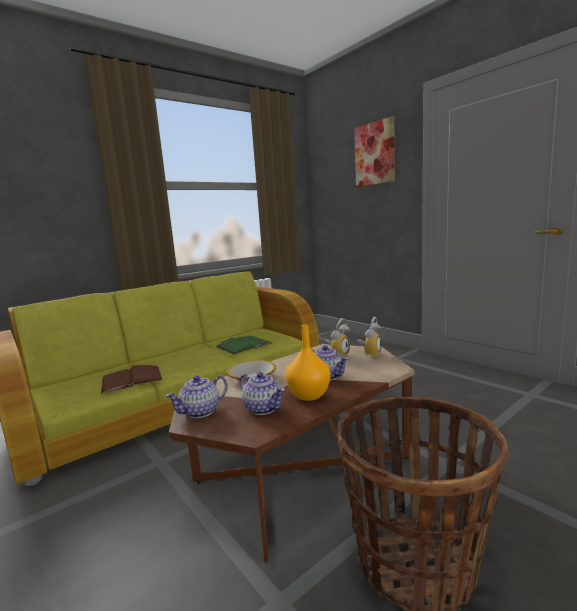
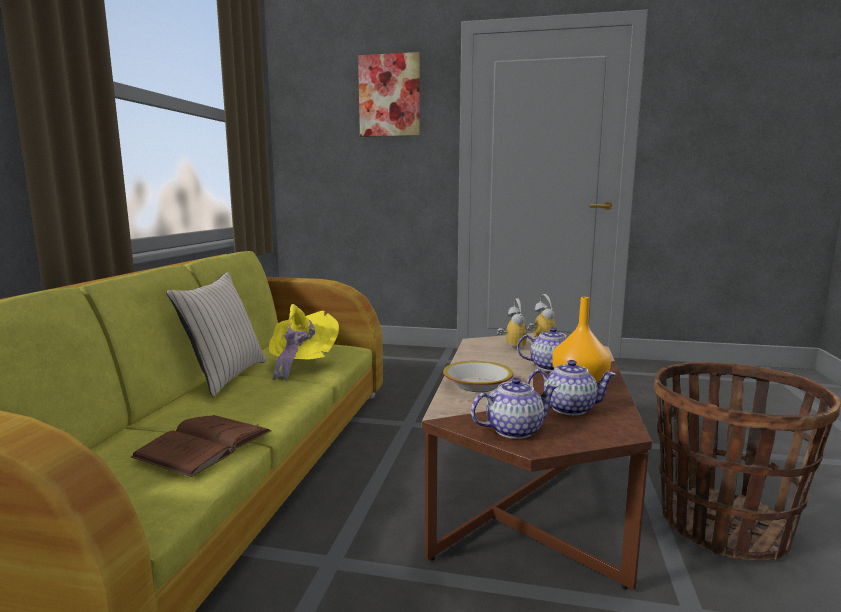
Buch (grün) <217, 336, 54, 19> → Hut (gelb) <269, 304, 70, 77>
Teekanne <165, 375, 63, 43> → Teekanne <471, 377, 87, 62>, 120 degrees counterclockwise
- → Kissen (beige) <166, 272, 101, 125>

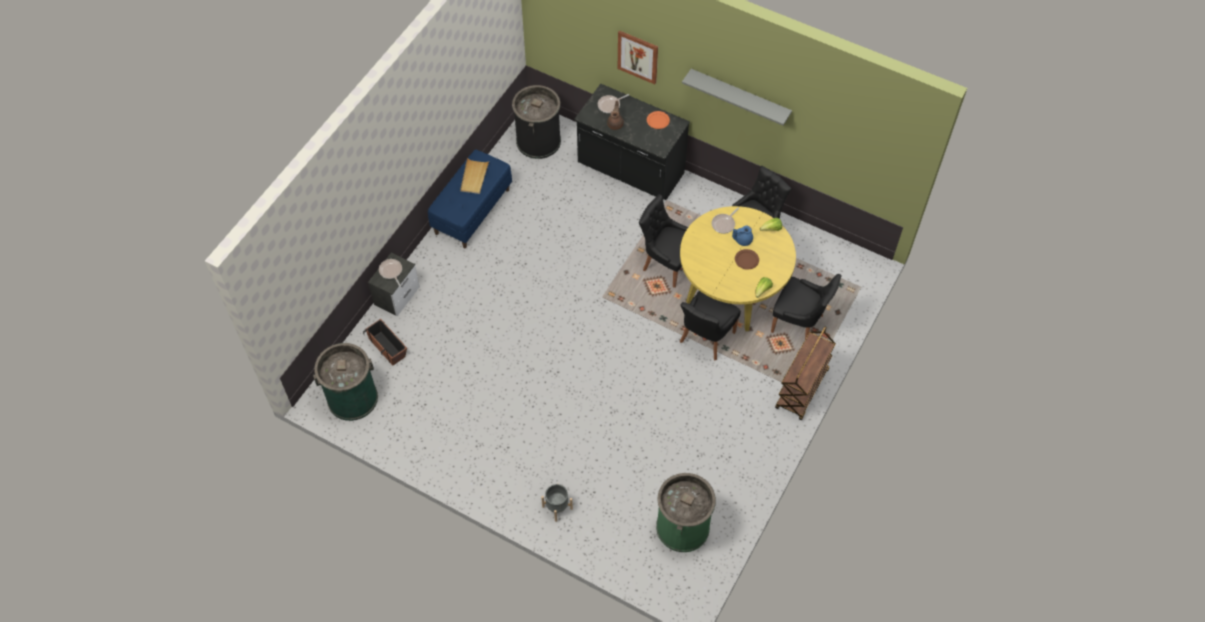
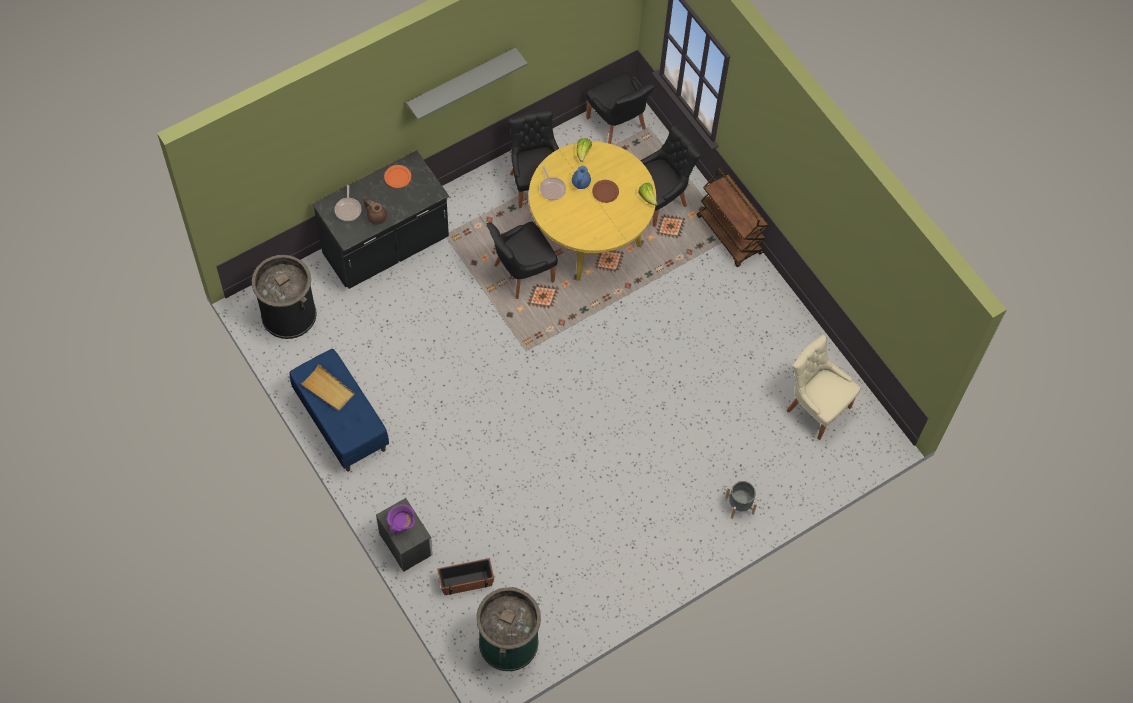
Bild <618, 31, 40, 53> → -
Pfanne <379, 259, 23, 28> → Kochtopf (lila) <387, 504, 28, 31>
Stuhl (schwarz) <680, 291, 61, 69> → Stuhl (schwarz) <586, 72, 69, 72>, relocated
Mülleimer (grün) <656, 473, 60, 79> → Stuhl (beige) <787, 335, 74, 105>

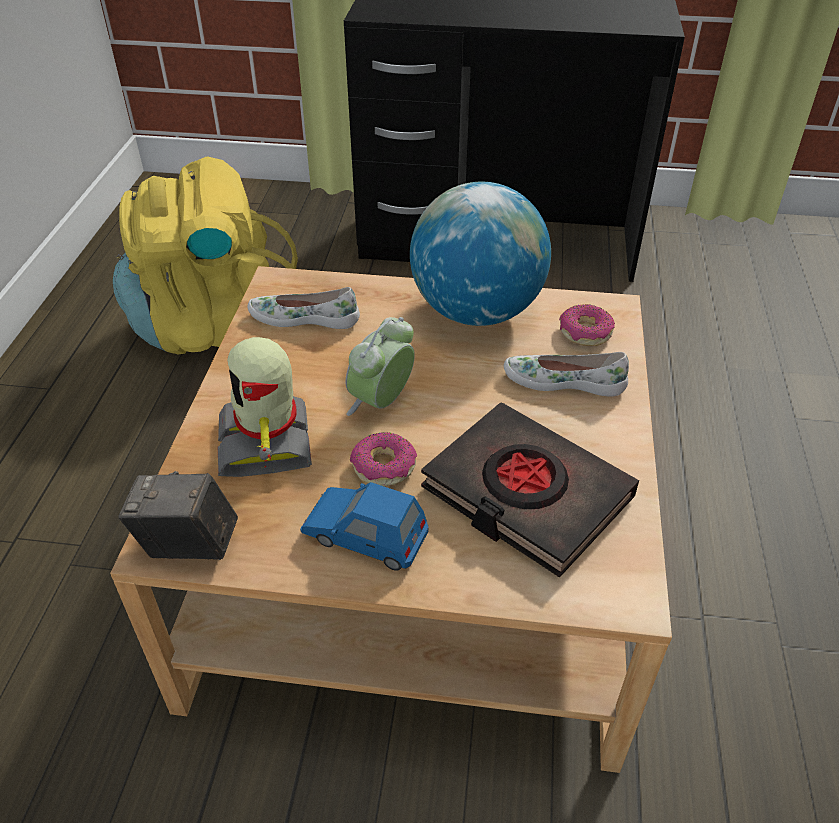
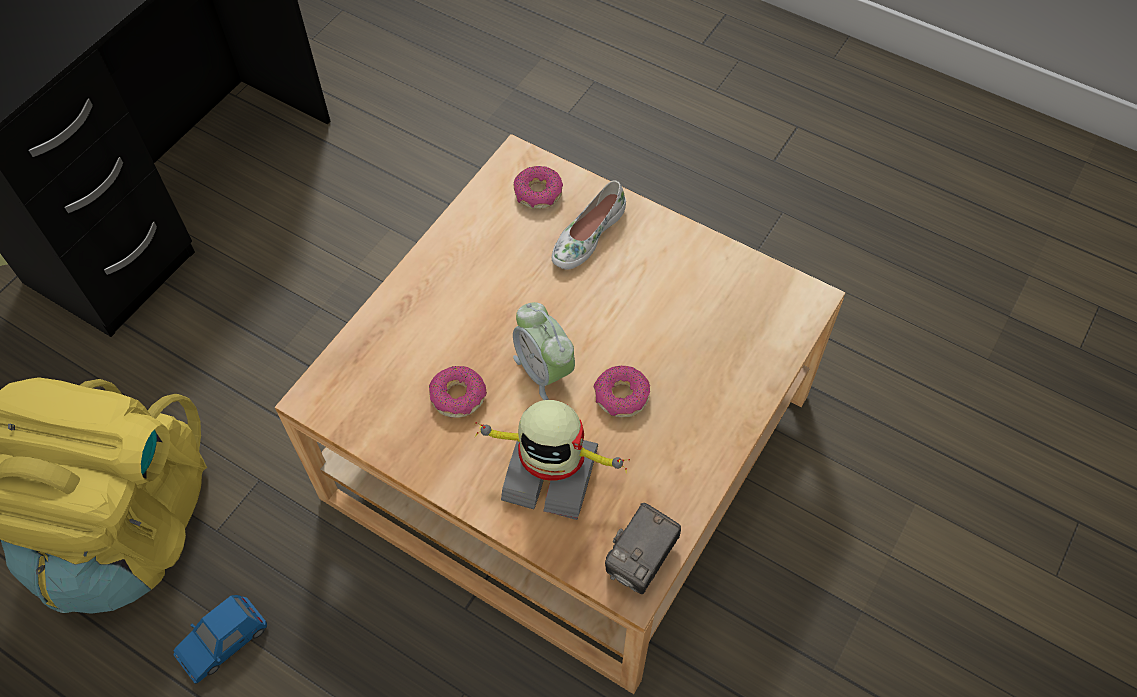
Globus <410, 182, 141, 144> → -
Schuh (weiß) <248, 287, 112, 42> → -
Buch (schwarz) <421, 402, 218, 176> → -
Spielzeugauto (blau) <300, 482, 129, 89> → Spielzeugauto (blau) <173, 595, 94, 89>, relocated
- → Donut <429, 366, 58, 52>

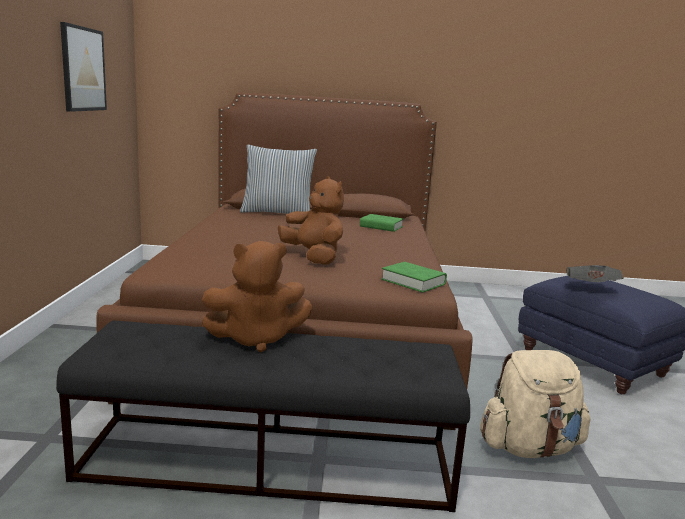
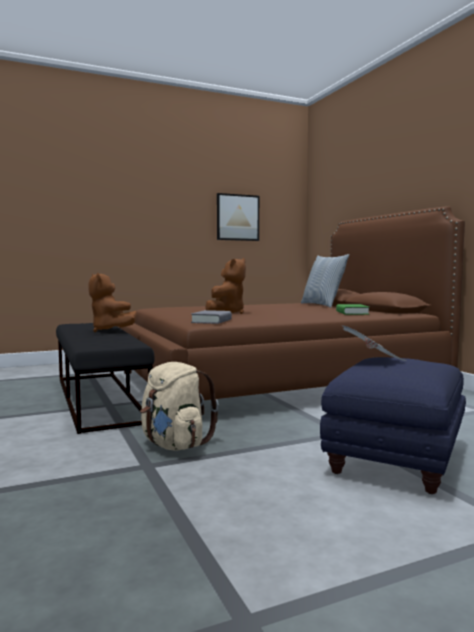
Buch (grün) <381, 262, 66, 31> → Buch (grau) <191, 310, 41, 14>

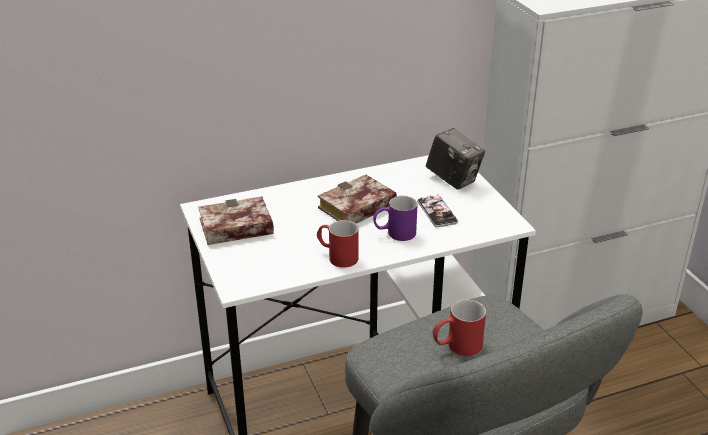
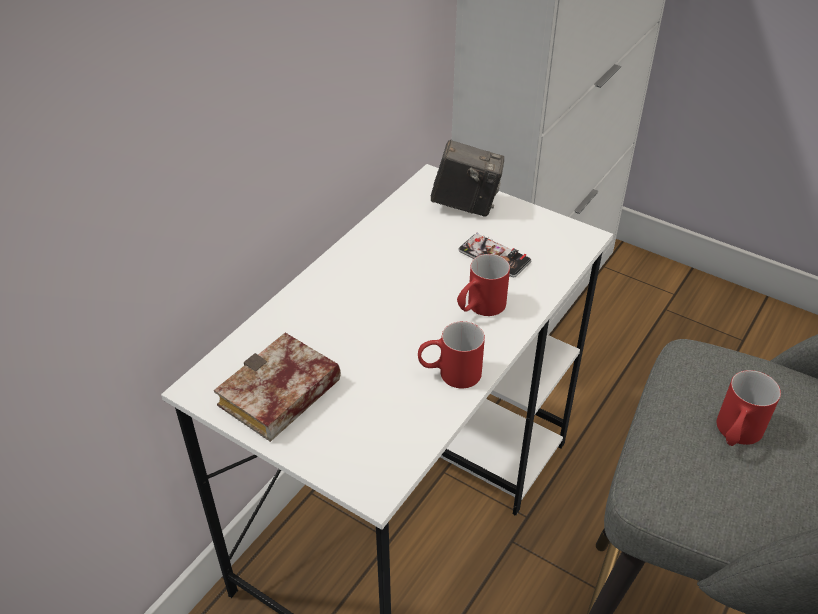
Buch <318, 175, 79, 49> → -
Henkelbecher (lila) <373, 196, 45, 45> → Henkelbecher (rot) <457, 254, 53, 62>

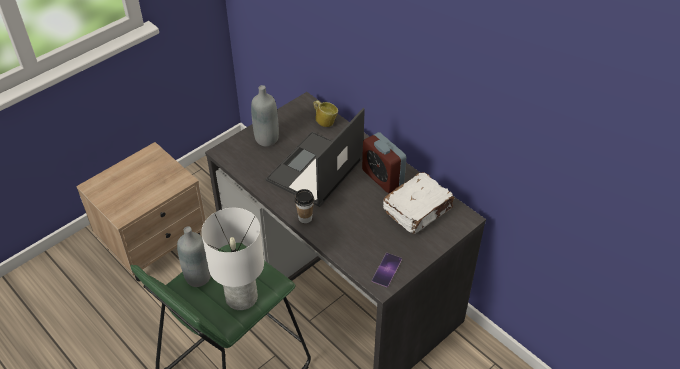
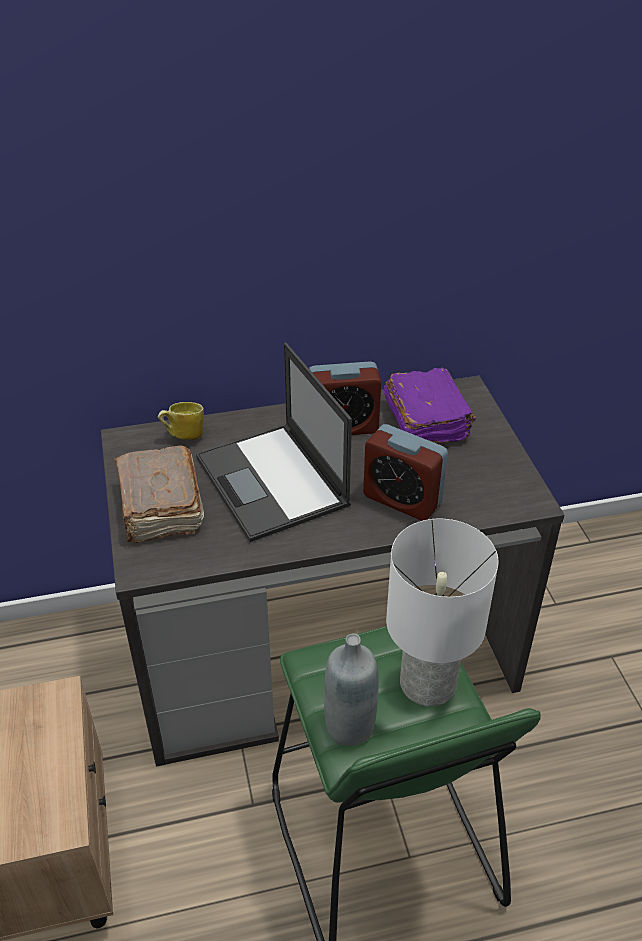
Flasche (grau) <251, 85, 28, 62> → Buch (braun) <114, 445, 90, 98>
Buch (weiß) <383, 172, 71, 62> → Buch (lila) <383, 368, 93, 76>
Tasse <295, 189, 19, 34> → -
Handy <372, 253, 30, 34> → -
- → Wecker <363, 424, 85, 97>

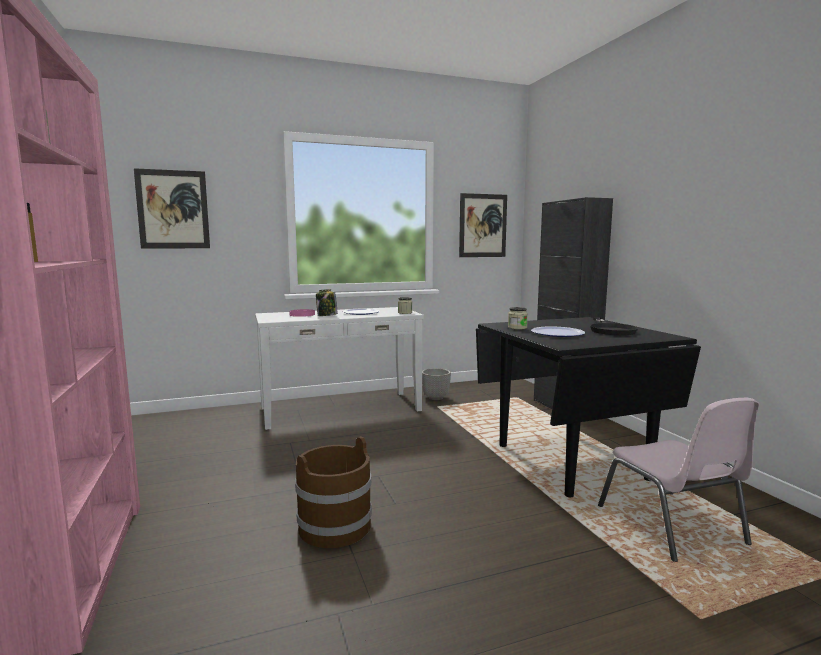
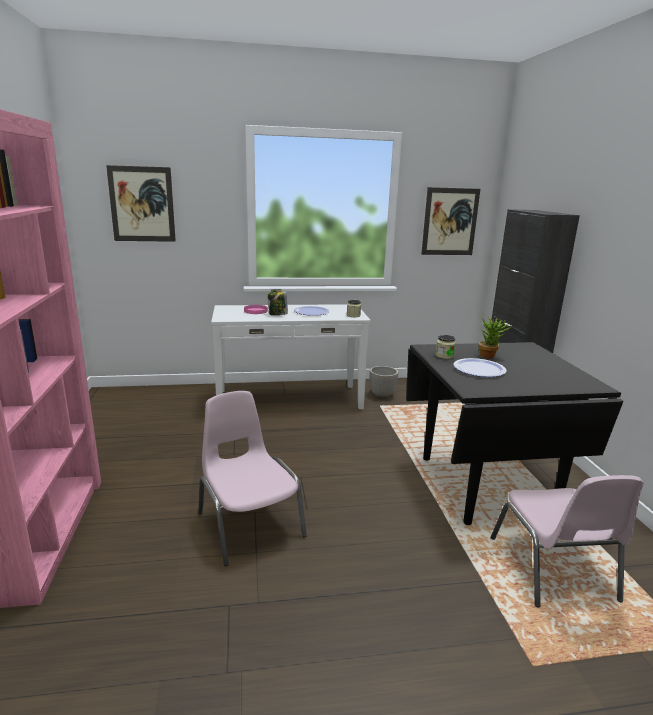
Pfanne (schwarz) <590, 317, 49, 18> → -
Eimer (braun) <295, 436, 77, 112> → Stuhl (rosa) <198, 391, 109, 175>
- → Topfpflanze <478, 316, 33, 43>

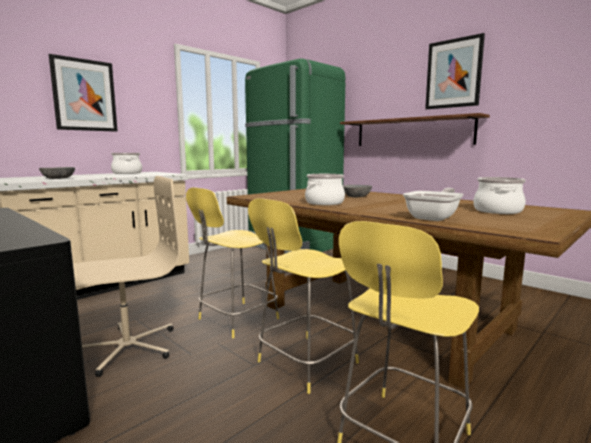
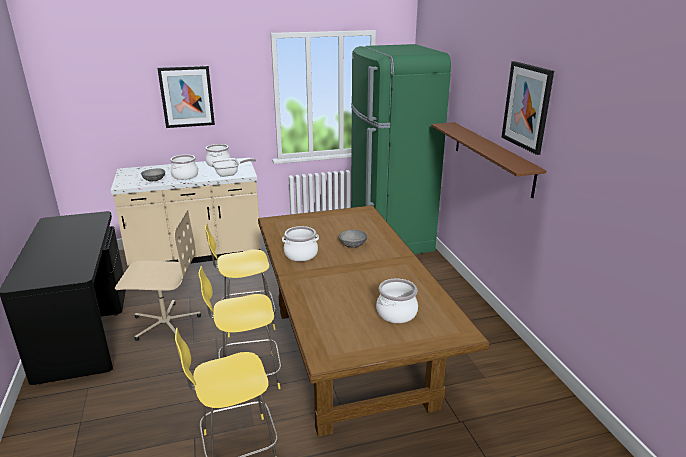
Pfanne <403, 188, 61, 33> → Pfanne <212, 158, 44, 19>, relocated
- → Kochtopf <170, 155, 28, 25>

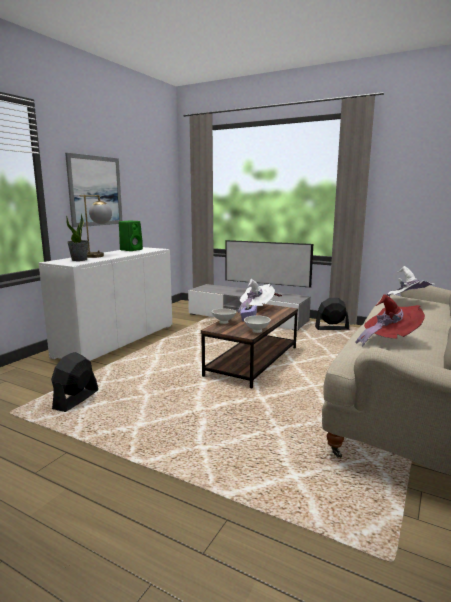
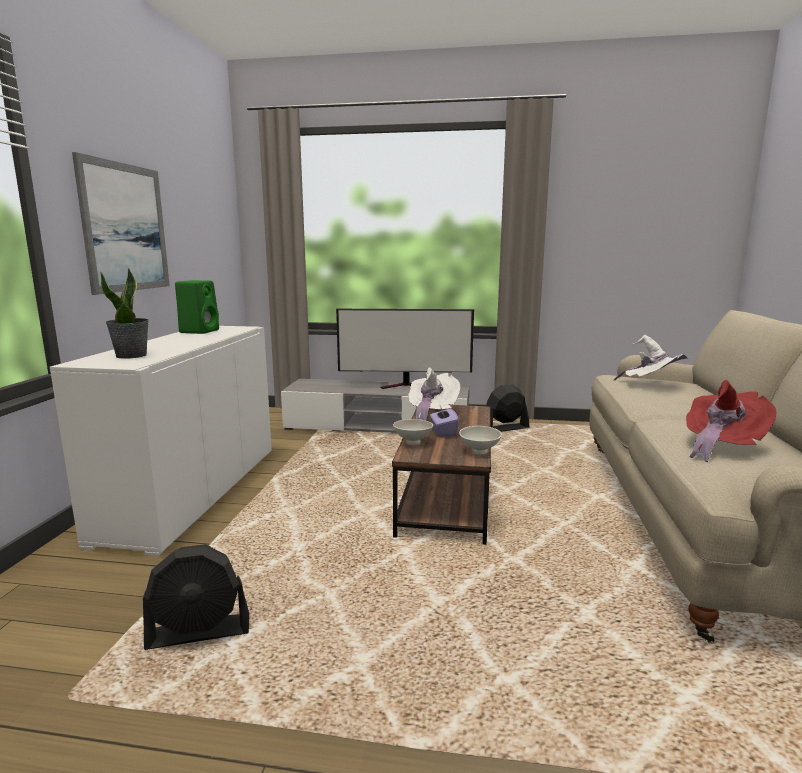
Tischlampe <80, 195, 32, 63> → -
Ventilator (schwarz) <51, 352, 47, 60> → Ventilator (schwarz) <143, 544, 106, 106>, 105 degrees counterclockwise

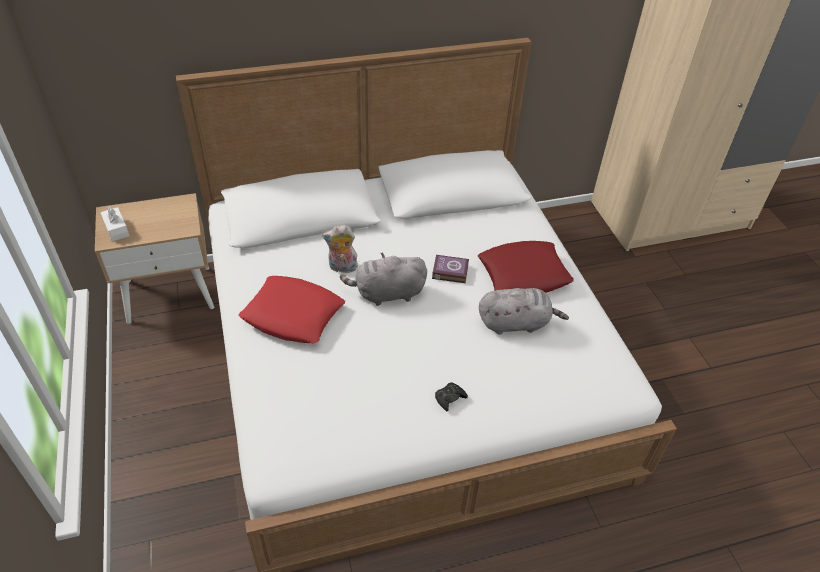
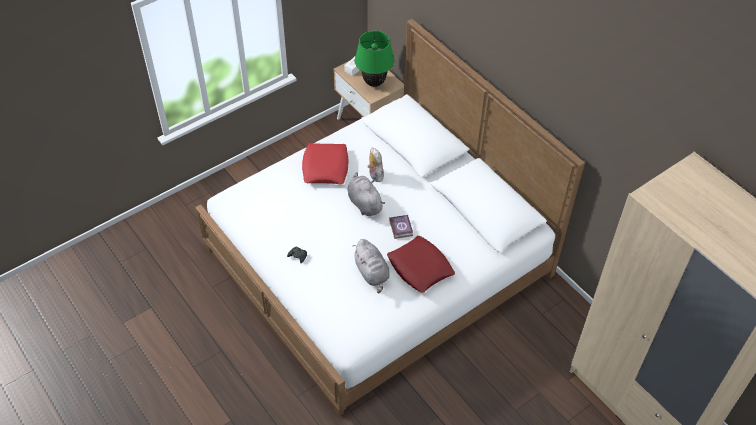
- → Tischlampe (grün) <355, 31, 39, 56>

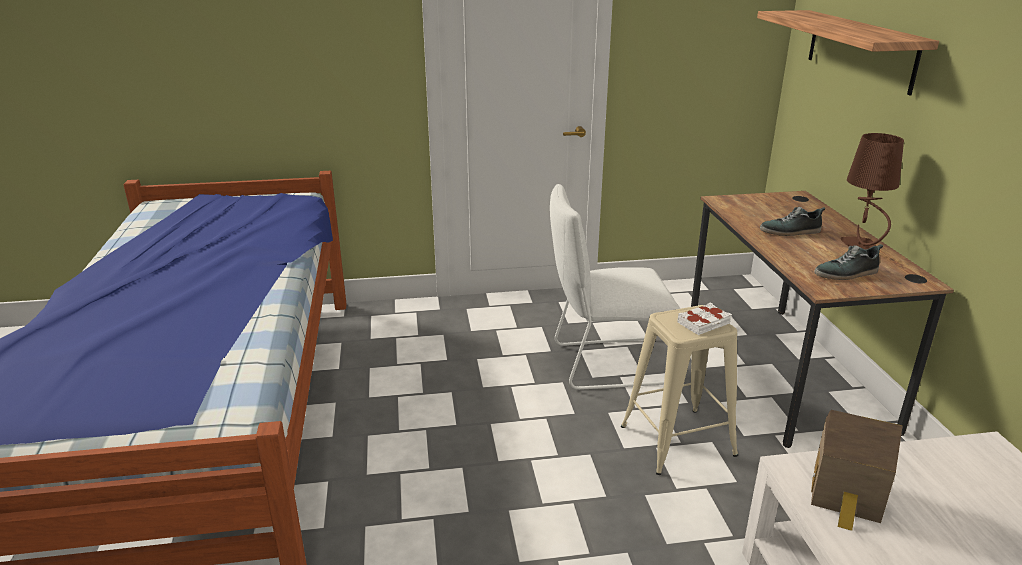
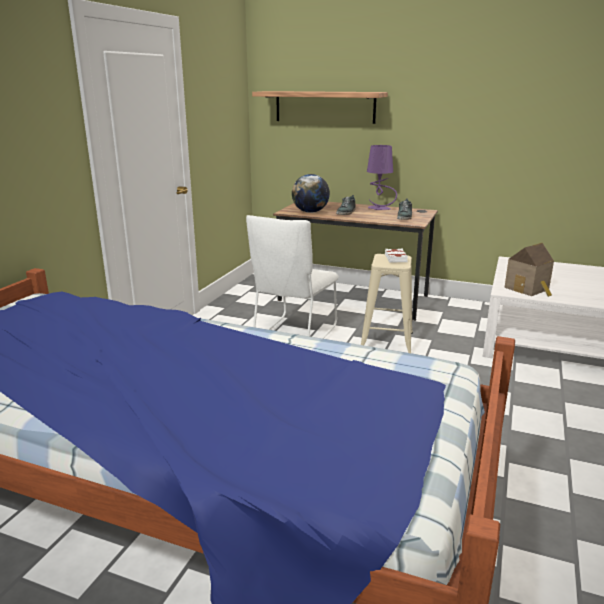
Tischlampe (braun) <841, 133, 63, 117> → Tischlampe (lila) <367, 145, 30, 65>
- → Globus <292, 174, 38, 39>

